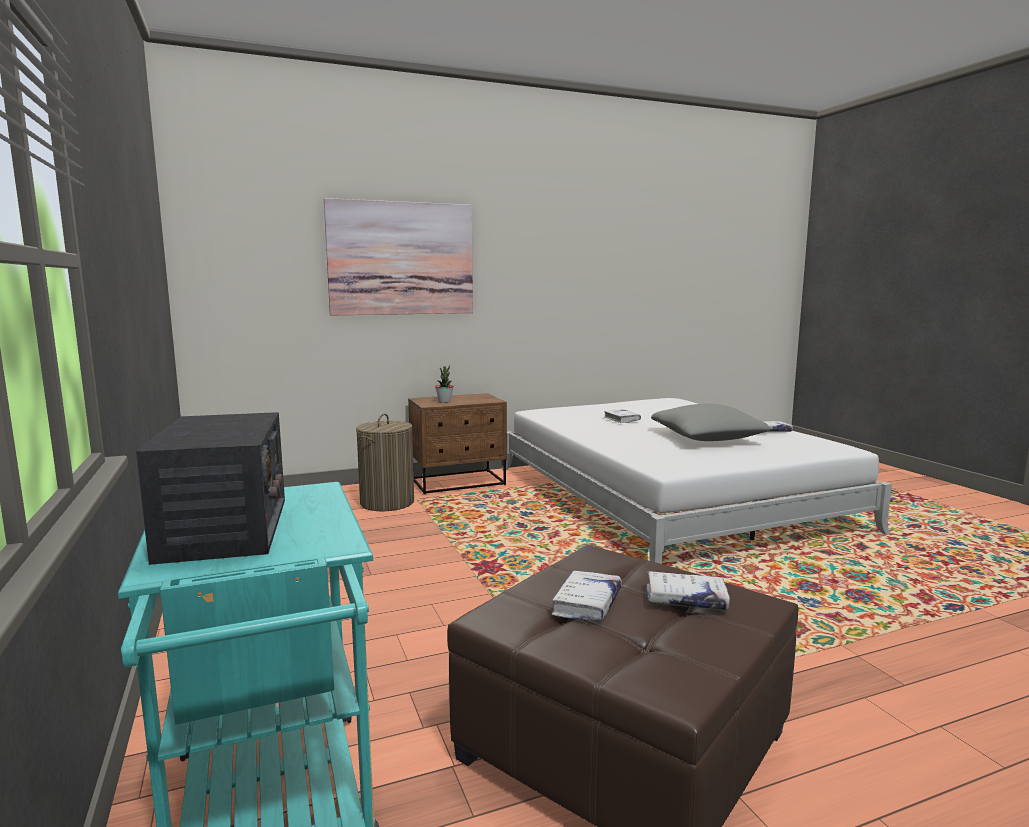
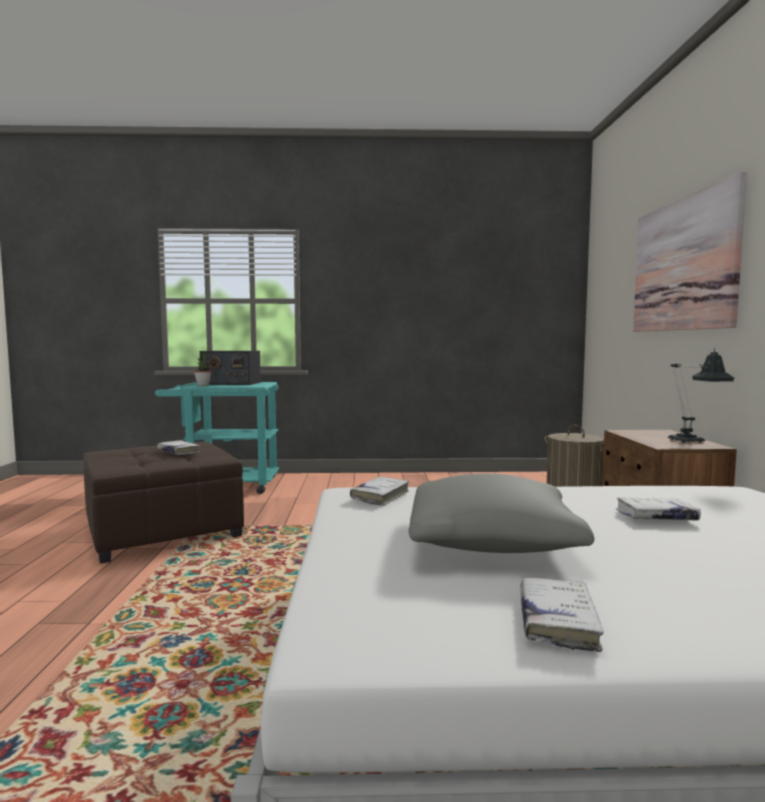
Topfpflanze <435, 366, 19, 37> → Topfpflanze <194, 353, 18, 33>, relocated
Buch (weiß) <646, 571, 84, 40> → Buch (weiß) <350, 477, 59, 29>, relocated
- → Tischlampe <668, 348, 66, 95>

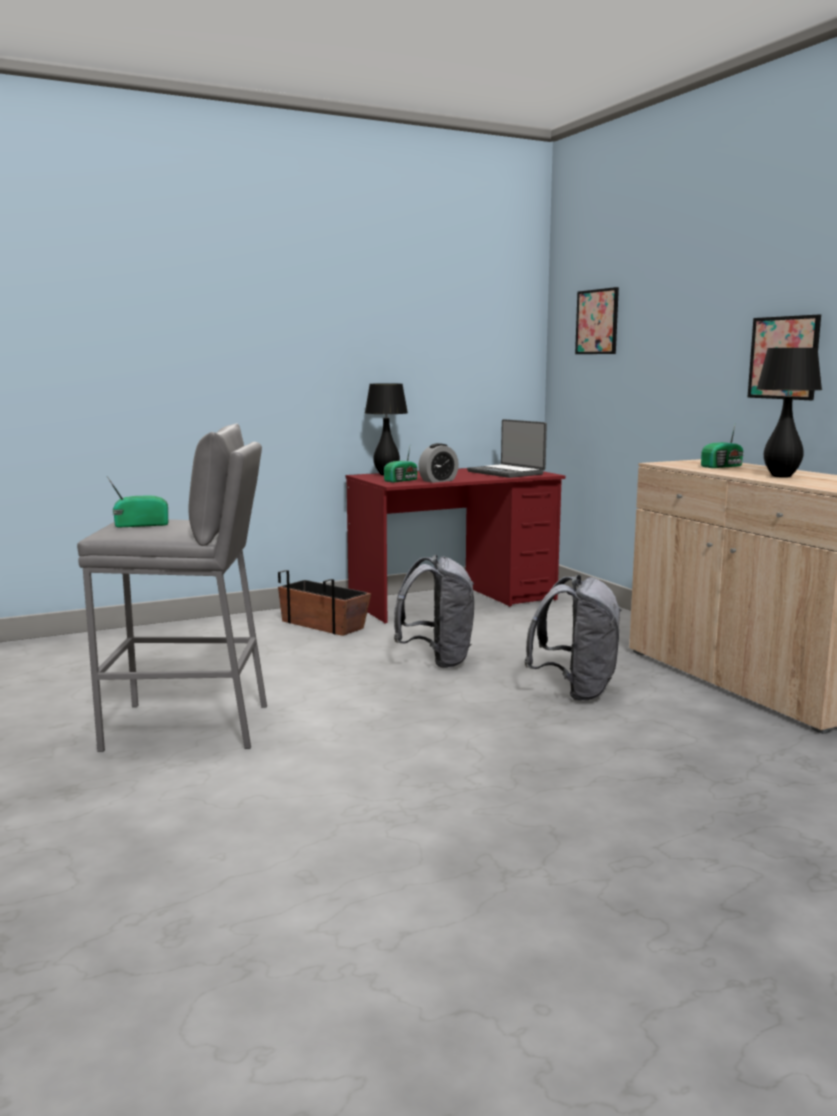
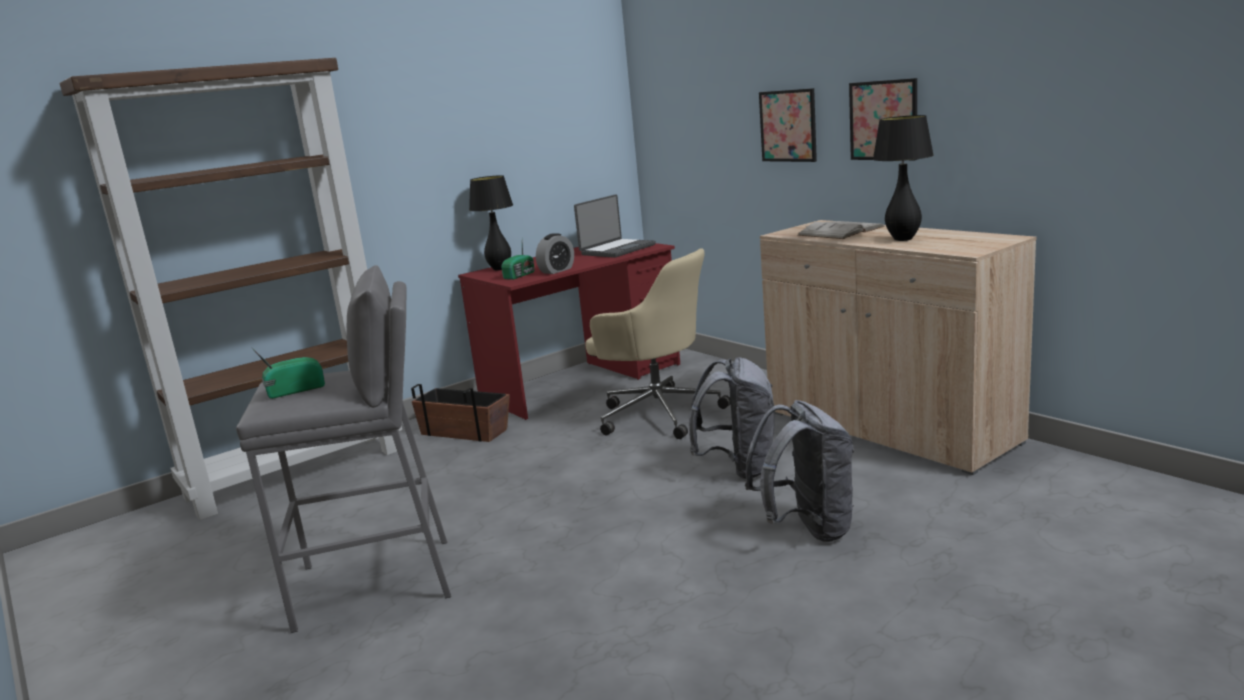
Bild <575, 287, 44, 67> → Bild <759, 88, 58, 74>, relocated
Laptop <467, 419, 80, 59> → Laptop <574, 195, 82, 63>, 90 degrees counterclockwise
Radio <701, 425, 43, 43> → Buch (weiß) <797, 221, 88, 18>
Rucksack (grau) <394, 555, 80, 113> → Rucksack (grau) <745, 400, 109, 142>, relocated
- → Bücherregal (braun) <59, 58, 343, 462>
- → Bürostuhl (beige) <585, 249, 145, 190>

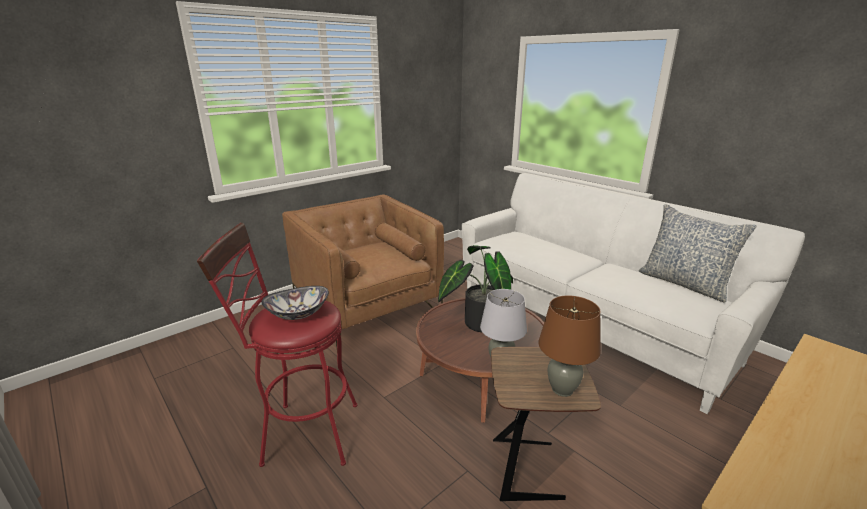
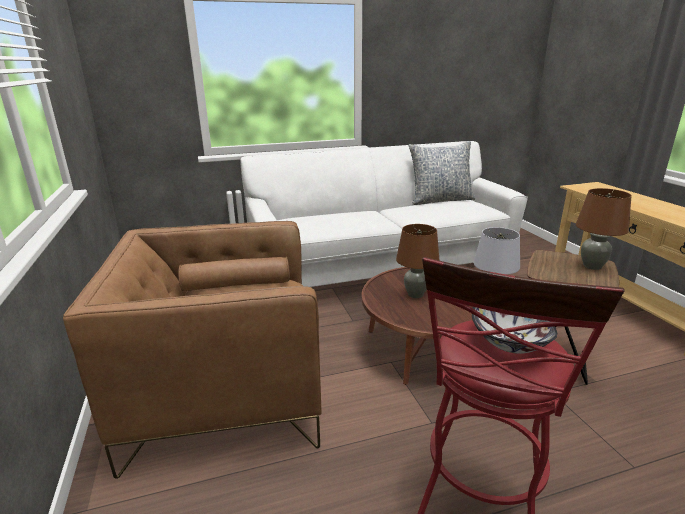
Topfpflanze <438, 245, 75, 87> → Tischlampe (braun) <396, 224, 44, 74>

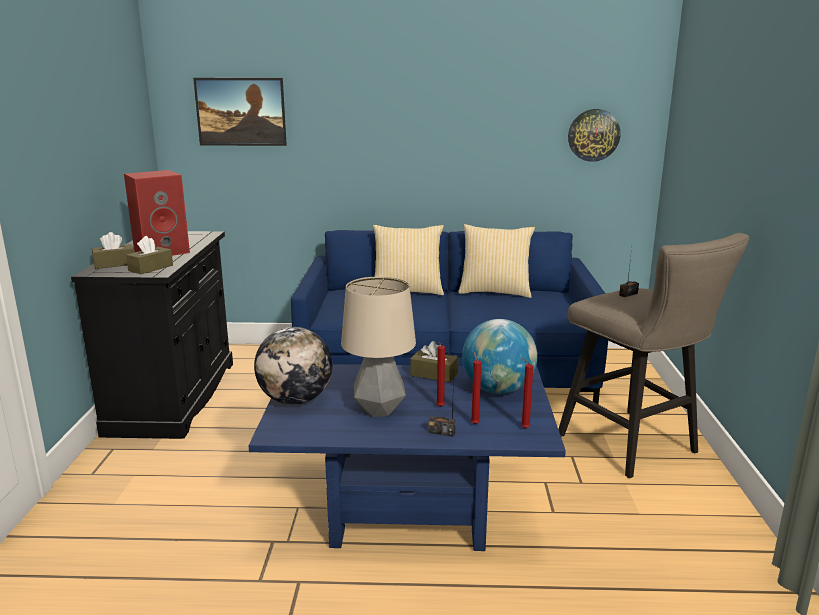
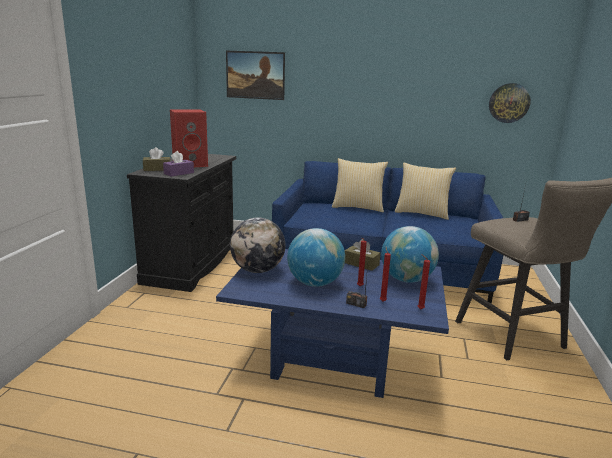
Taschentuchbox (braun) <126, 236, 47, 38> → Taschentuchbox (lila) <163, 151, 31, 25>
Tischlampe <341, 277, 75, 140> → Globus <287, 228, 58, 59>

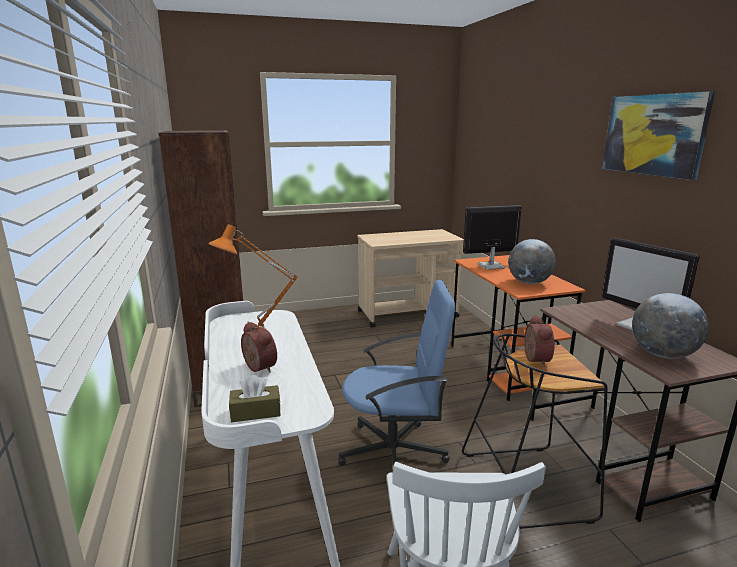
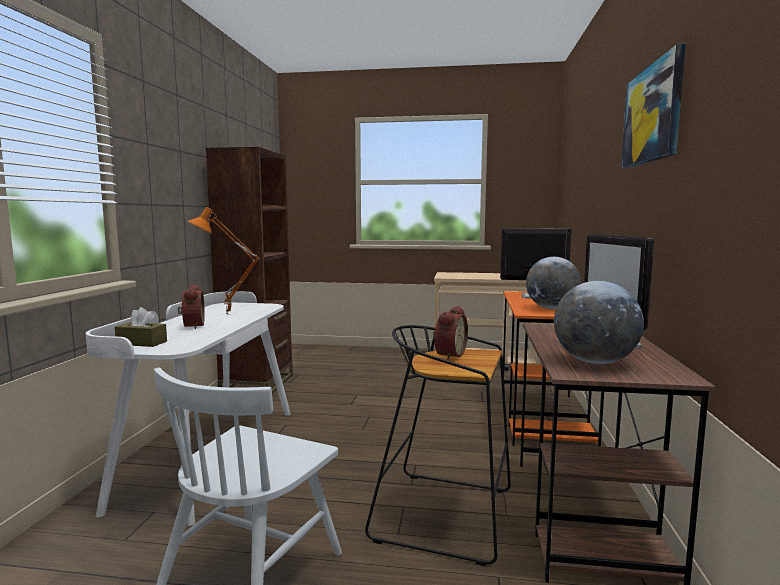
Bürostuhl (blau) <338, 280, 117, 186> → -

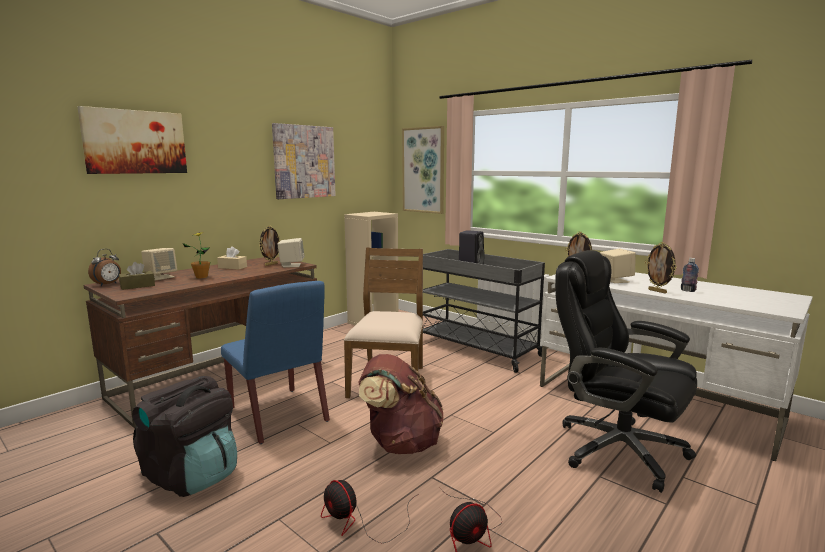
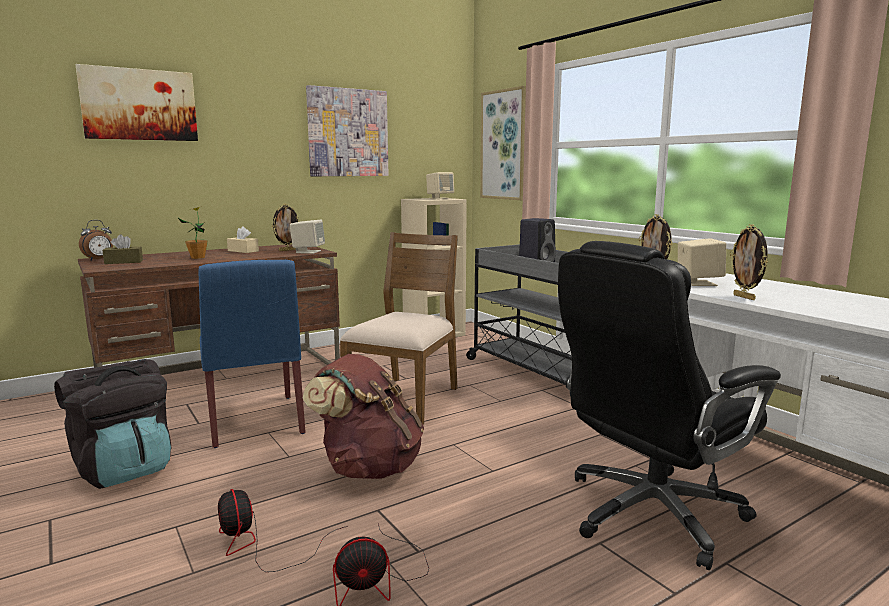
Lautsprecher (beige) <141, 248, 36, 32> → Lautsprecher (beige) <426, 172, 28, 27>, relocated
Bürostuhl (schwarz) <555, 250, 142, 243> → Bürostuhl (schwarz) <558, 241, 223, 329>, 90 degrees counterclockwise
Flasche <681, 258, 18, 34> → -

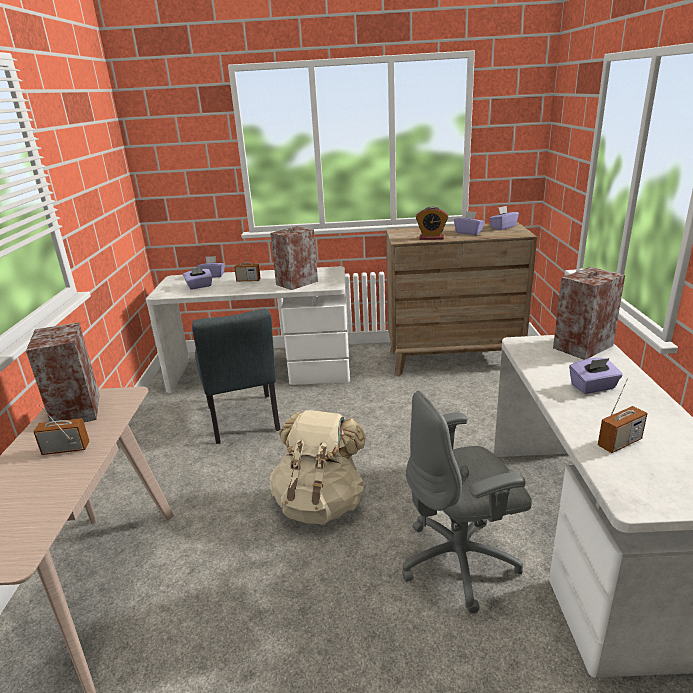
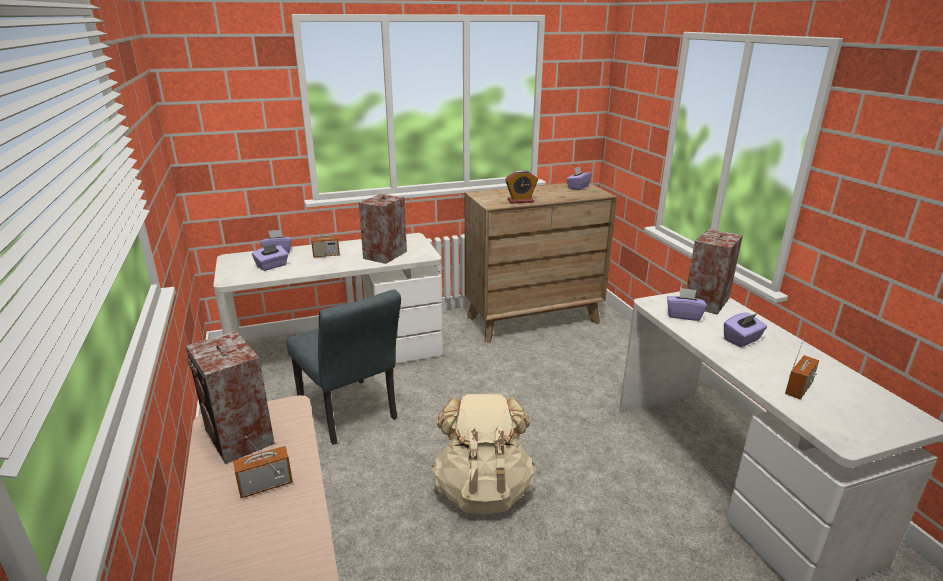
Taschentuchbox (lila) <454, 211, 31, 24> → Taschentuchbox (lila) <667, 288, 40, 33>, relocated
Bürostuhl (grau) <402, 391, 130, 222> → -

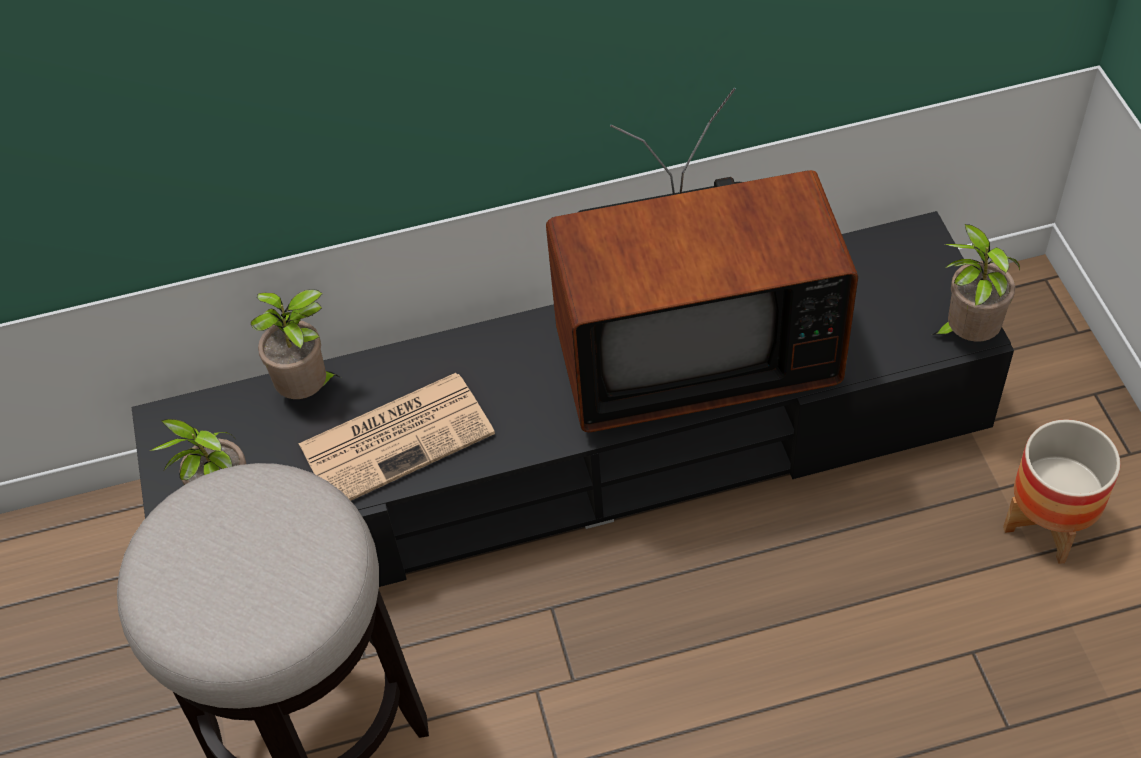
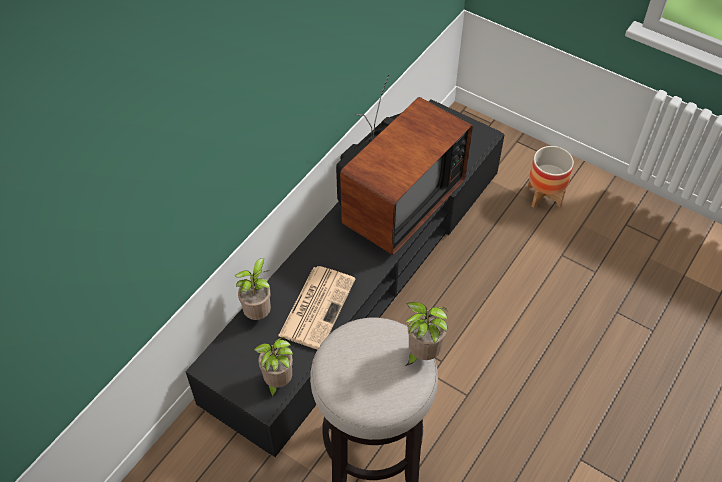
Topfpflanze <932, 224, 88, 118> → Topfpflanze <406, 302, 41, 64>, relocated

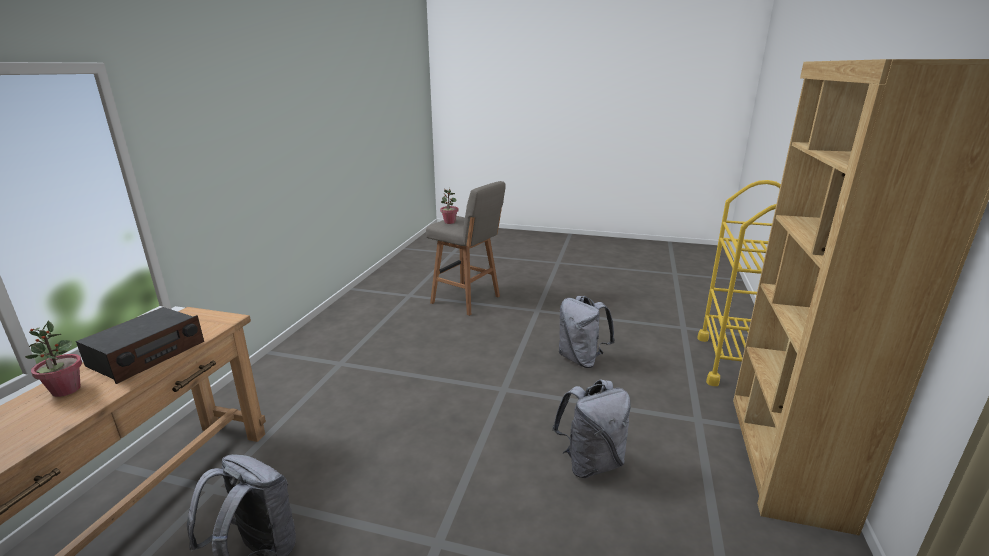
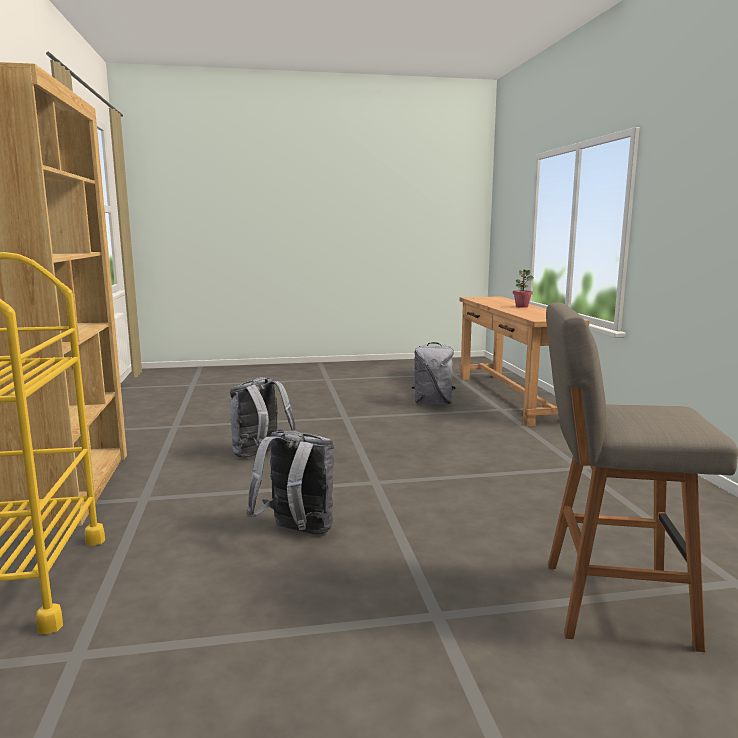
Topfpflanze <440, 188, 19, 36> → -
Radio <76, 307, 128, 77> → -

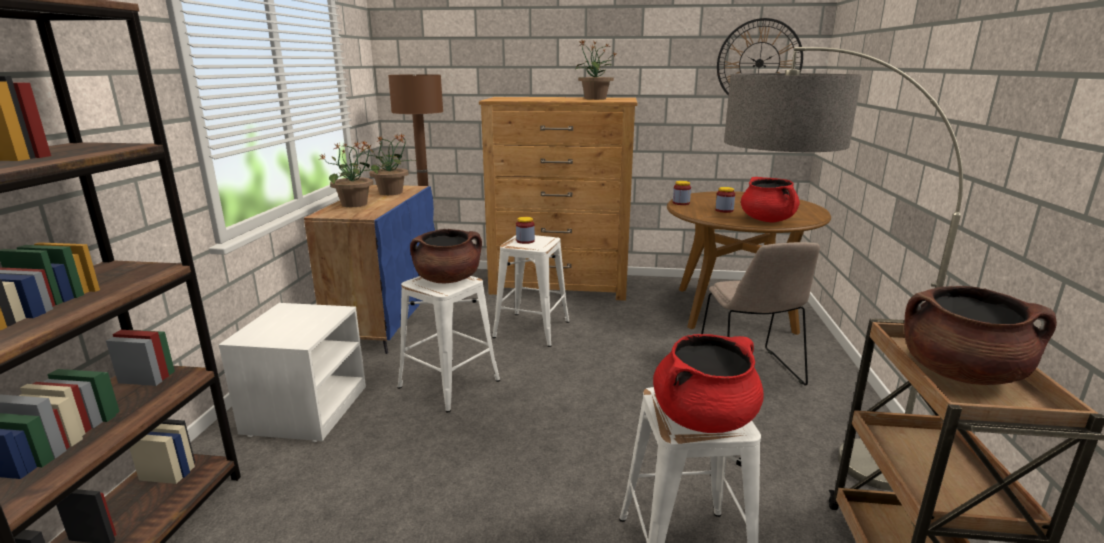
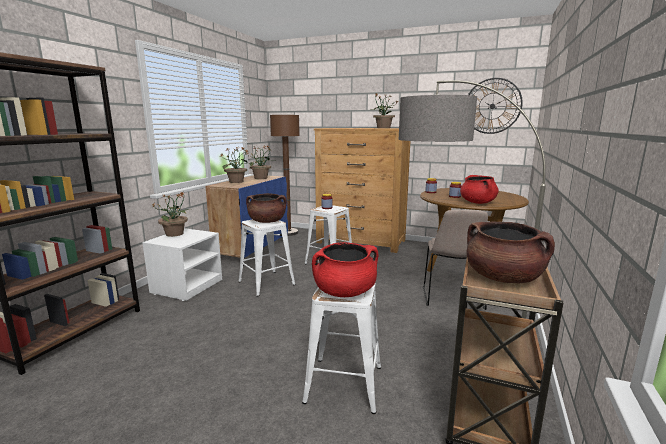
- → Topfpflanze <152, 192, 39, 45>

